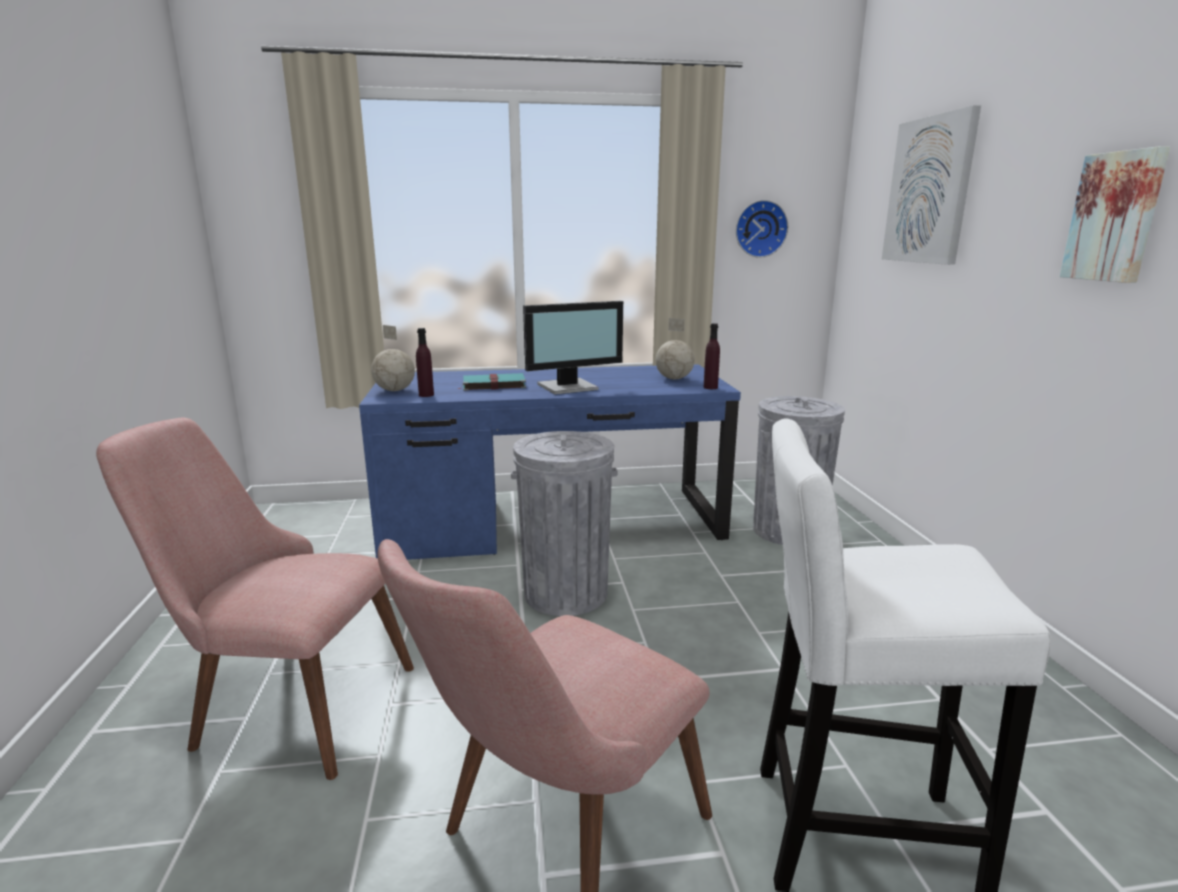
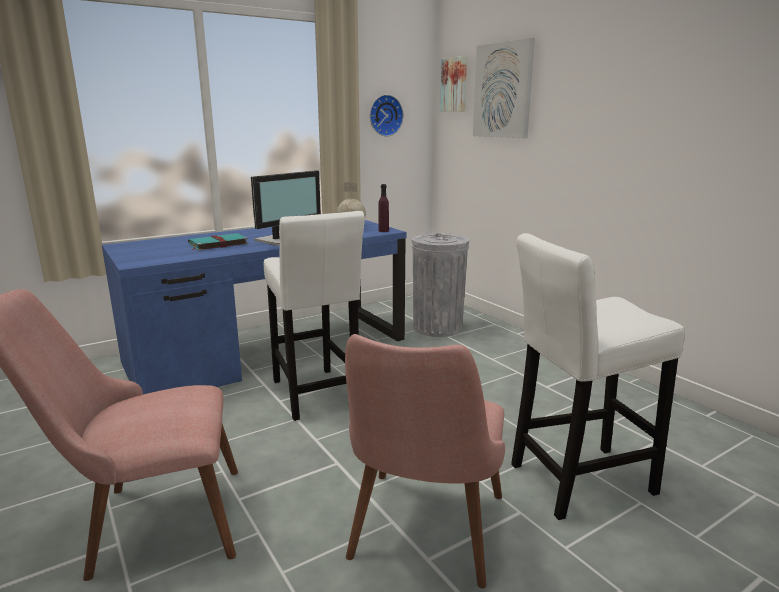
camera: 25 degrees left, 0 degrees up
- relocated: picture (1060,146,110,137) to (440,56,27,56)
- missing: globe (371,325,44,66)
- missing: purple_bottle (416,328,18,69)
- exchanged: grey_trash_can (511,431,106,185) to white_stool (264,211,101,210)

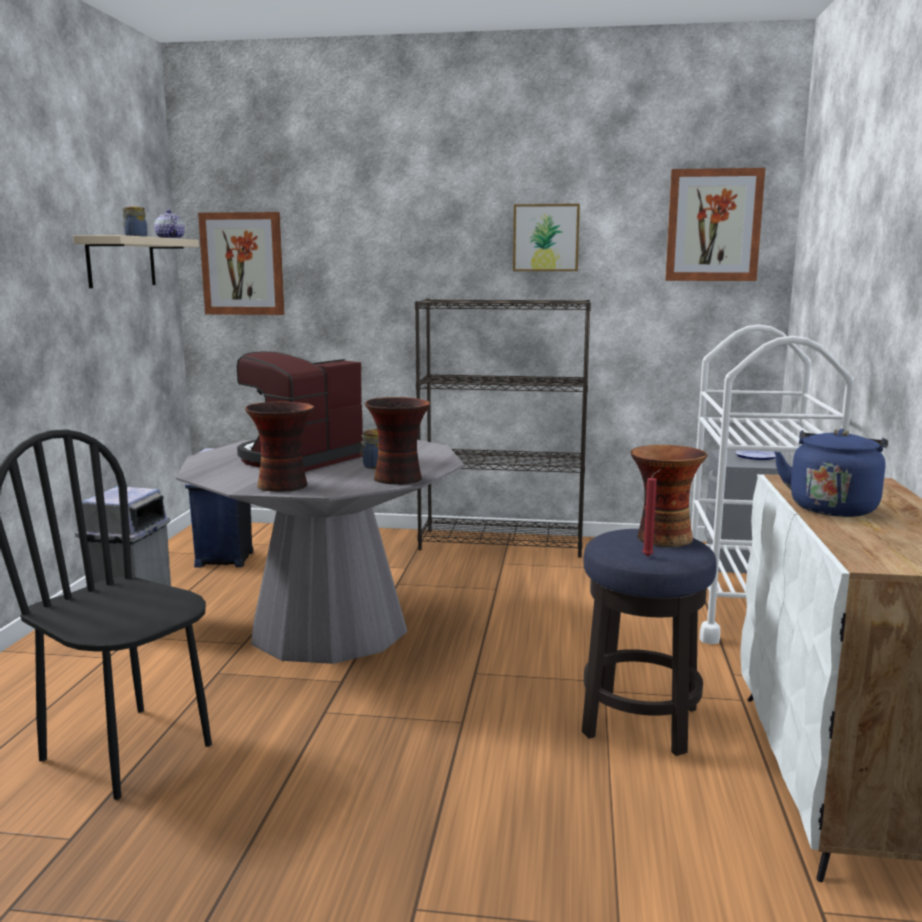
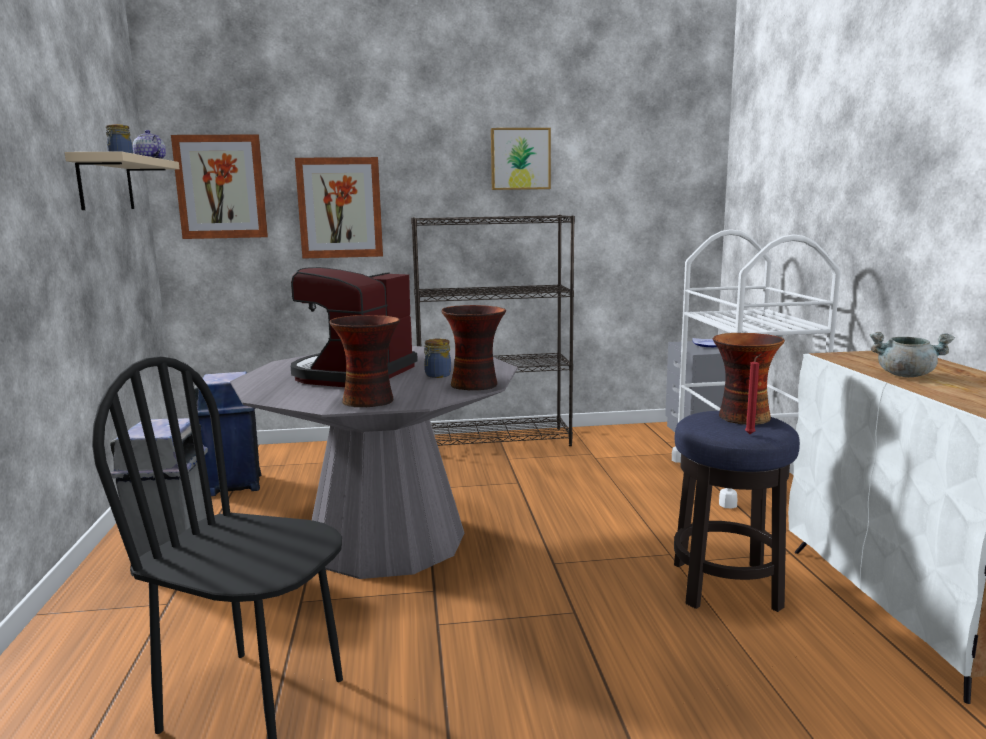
camera: 15 degrees left, 0 degrees up
- relocated: picture (665,168,100,113) to (295,157,88,102)
- exchanged: blue_kettle (774,429,114,88) to grey_cooking_pot (869,332,86,45)

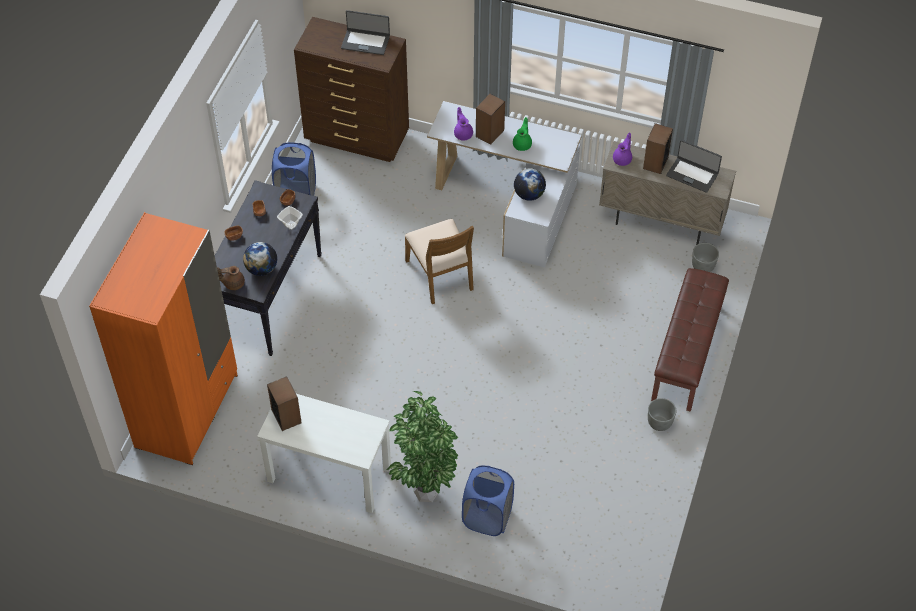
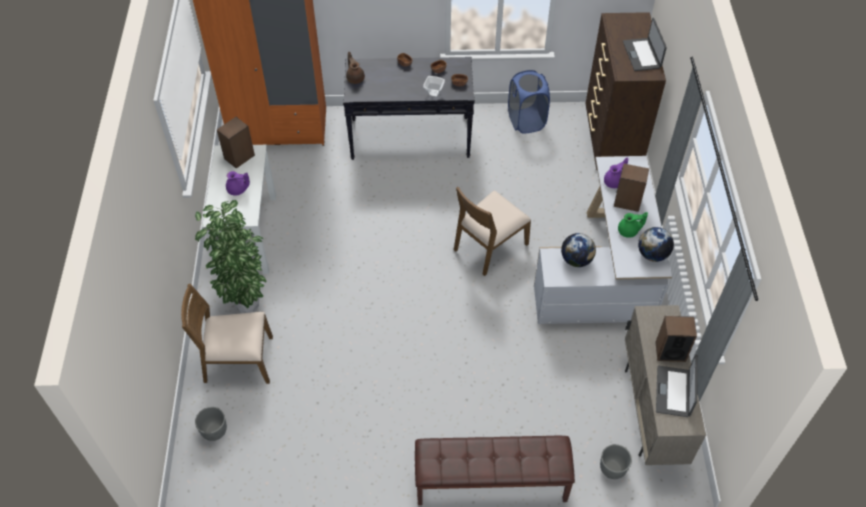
camera: 70 degrees right, 0 degrees up
- relocated: purple_teapot (613,132,19,34) to (226,171,24,25)
- relocated: globe (243,242,34,34) to (638,227,36,35)
- relocated: grey_planter (648,398,28,33) to (195,407,32,34)
- exchanged: blue_laundry_basket (462,465,52,71) to brown_chair (181,284,92,100)

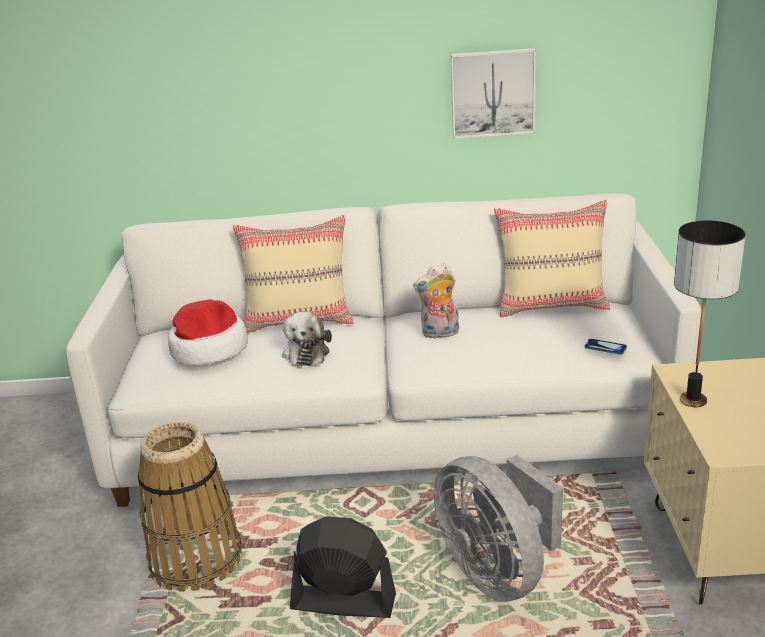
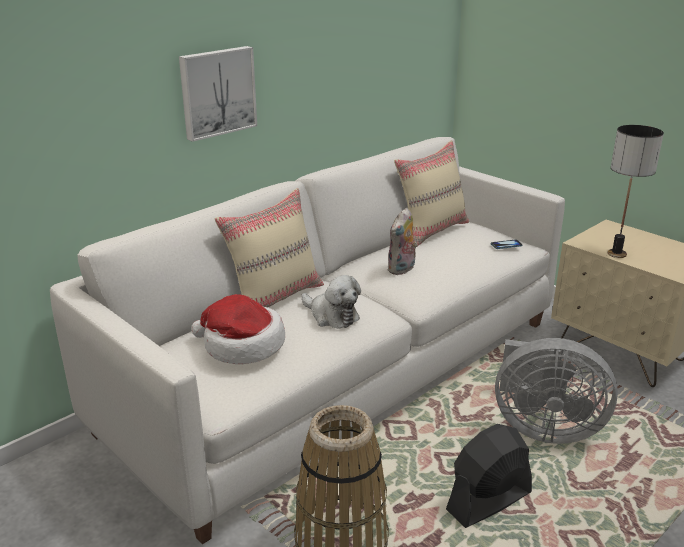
camera: 45 degrees left, 0 degrees up
- relocated: picture (450,48,86,91) to (179,46,78,96)

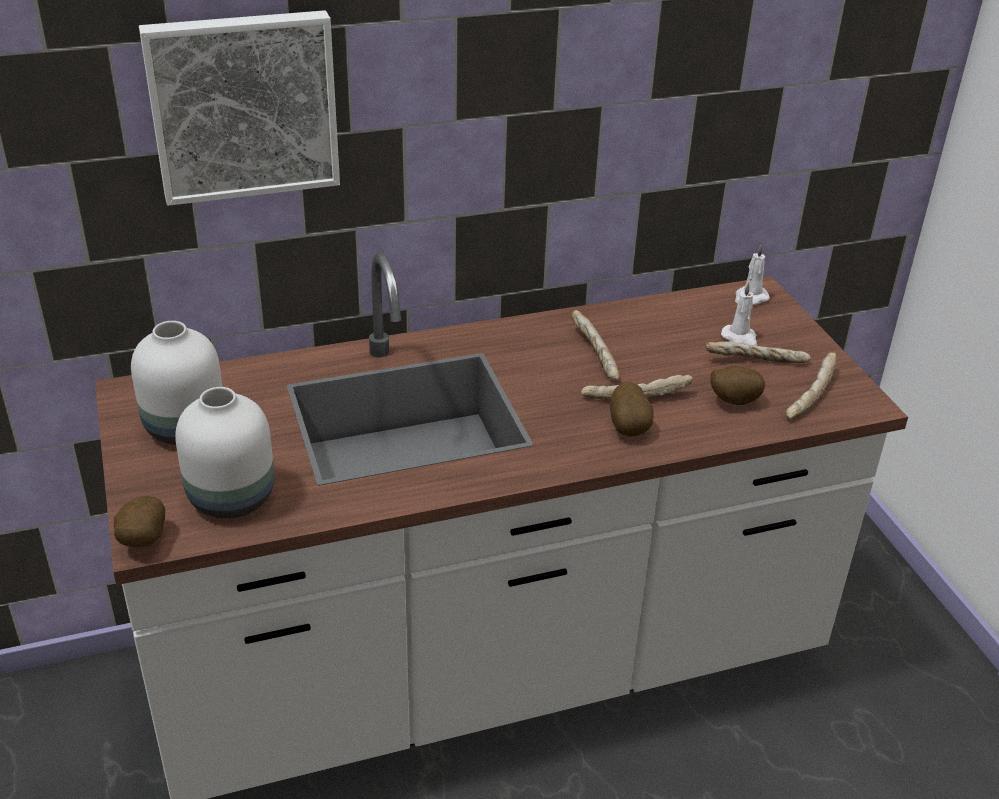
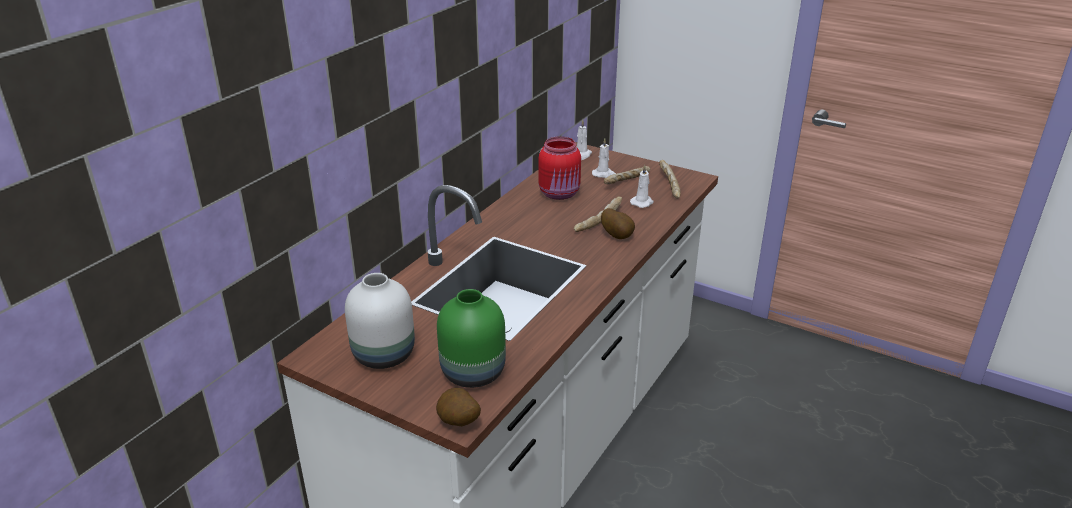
camera: 40 degrees left, 5 degrees down
- missing: picture (139,10,201,196)
- missing: bread (571,310,48,71)
- exchanged: potato (710,366,55,39) to white_candle (630,165,24,43)
- colour: white_vase (175,387,99,132) to green_vase (437,289,69,99)
- appeared: red_jar (538,136,43,64)

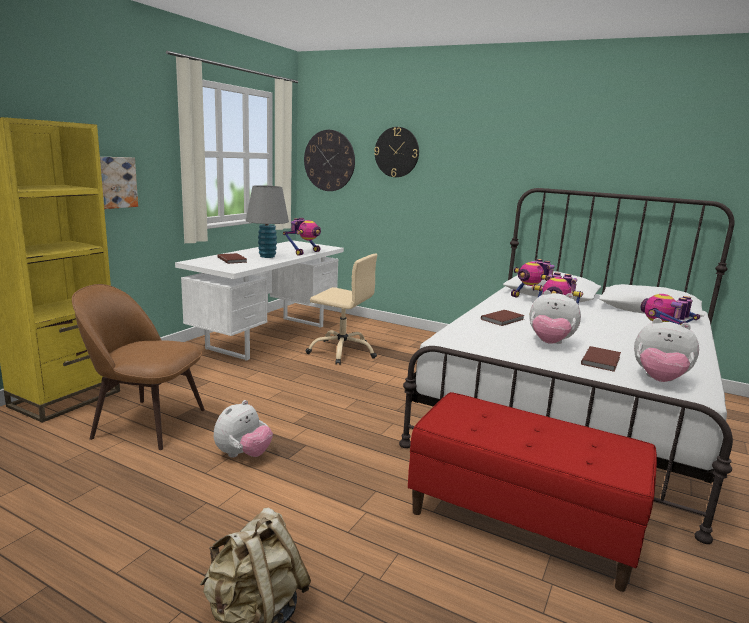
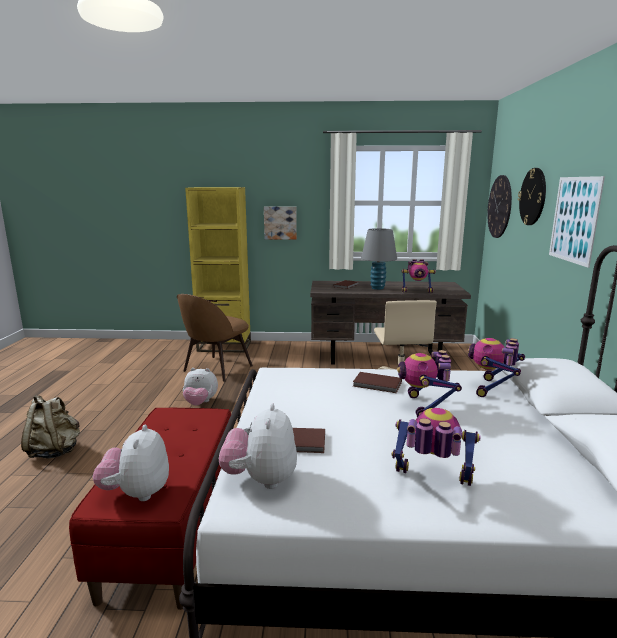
camera: 65 degrees right, 0 degrees up
- colour: white_desk (175,240,169,121) to brown_desk (310,281,161,83)
- spun: brown_chair (72,284,133,166) = (177,294,76,88) 135 degrees counterclockwise
- relocated: plush_toy (530,290,51,54) to (93,425,76,76)
- appeared: picture (549,176,56,92)

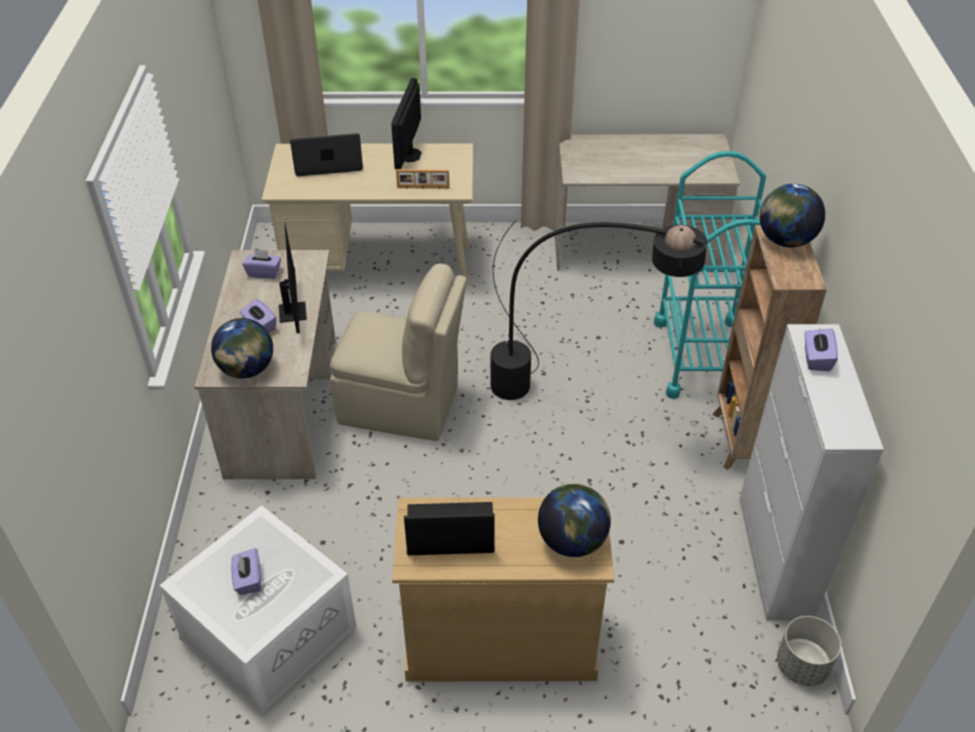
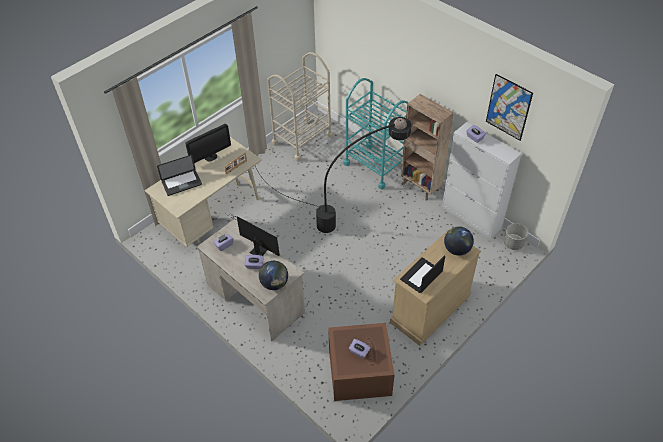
camera: 45 degrees left, 5 degrees up
- spun: monitor (391,78,31,92) = (185,124,46,39) 90 degrees counterclockwise
- spun: laptop (290,133,73,43) = (157,155,45,41) 150 degrees counterclockwise
- exchanged: beige_desk (554,134,186,137) to beige_cart (267,52,66,110)
- missing: globe (759,184,66,63)
- missing: beige_chair (330,263,137,178)
- colour: white_storage_box (160,505,196,209) to brown_storage_box (328,323,66,78)
- appeared: picture (486,74,47,67)

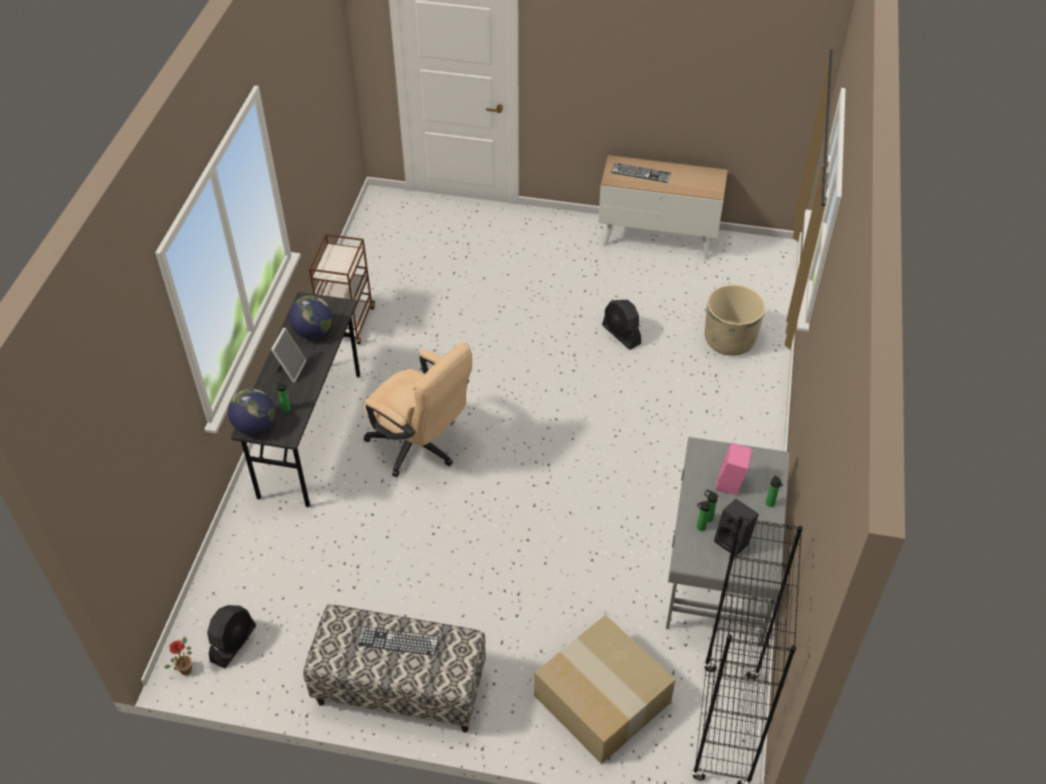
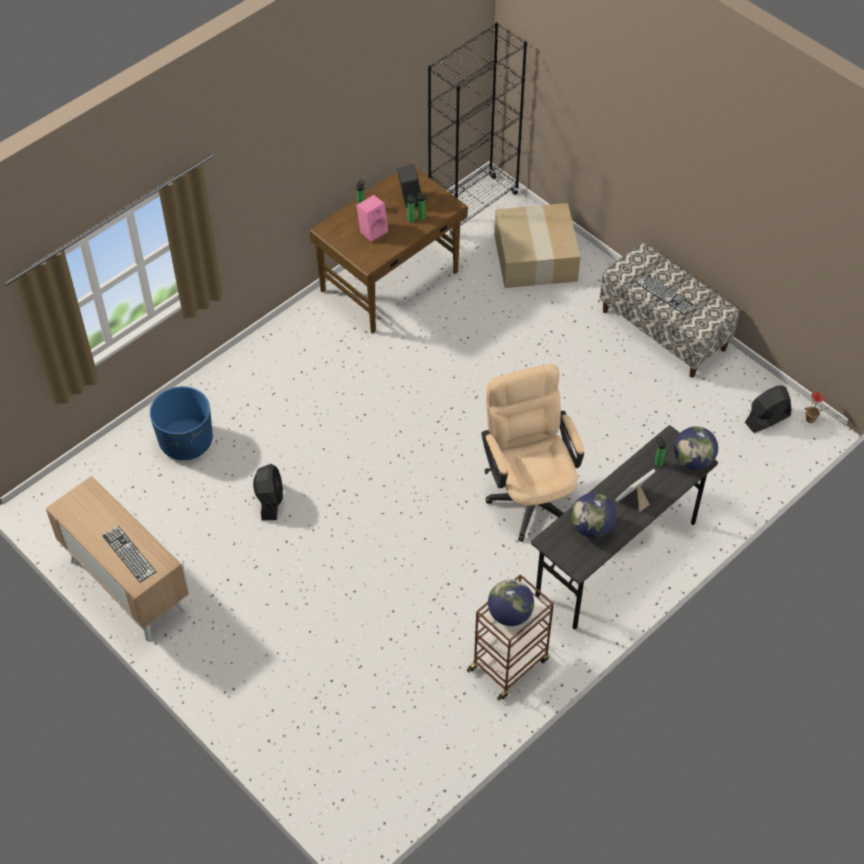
camera: 145 degrees left, 5 degrees up
- colour: beige_planter (705,284,60,72) to blue_planter (150,386,63,74)
- colour: grey_desk (666,437,124,208) to brown_desk (310,163,158,171)
- appeared: globe (488,579,46,47)

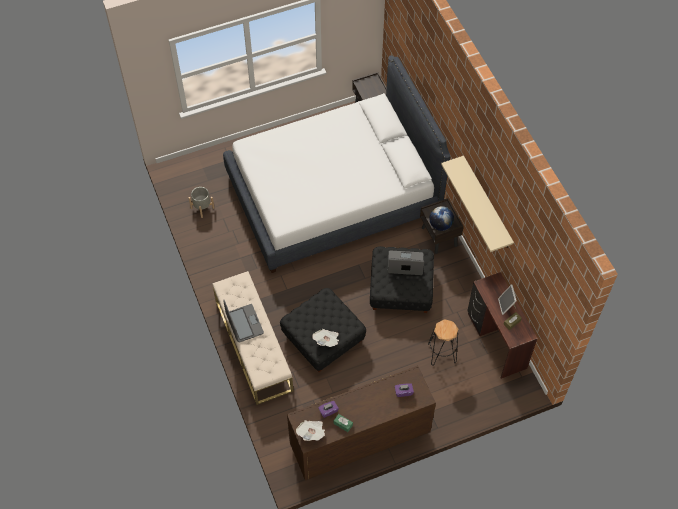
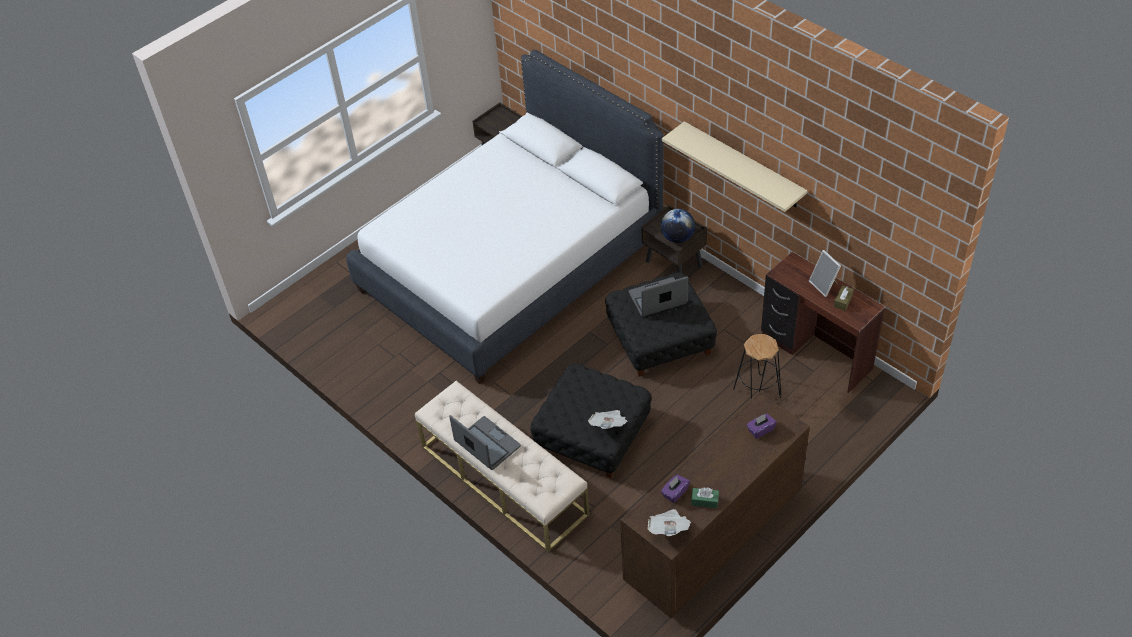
camera: 20 degrees left, 10 degrees down
- missing: grey_planter (189,187,25,31)

